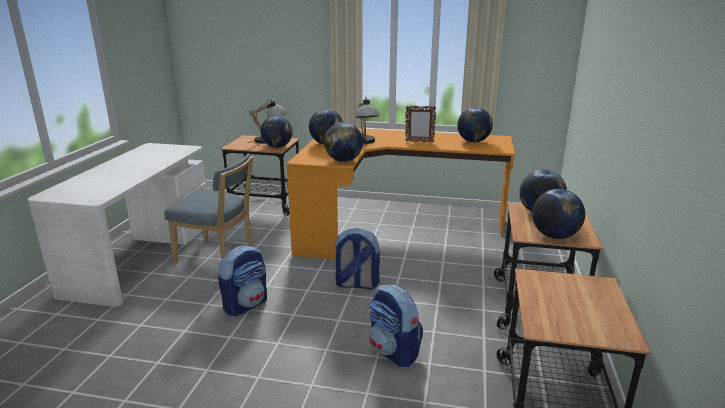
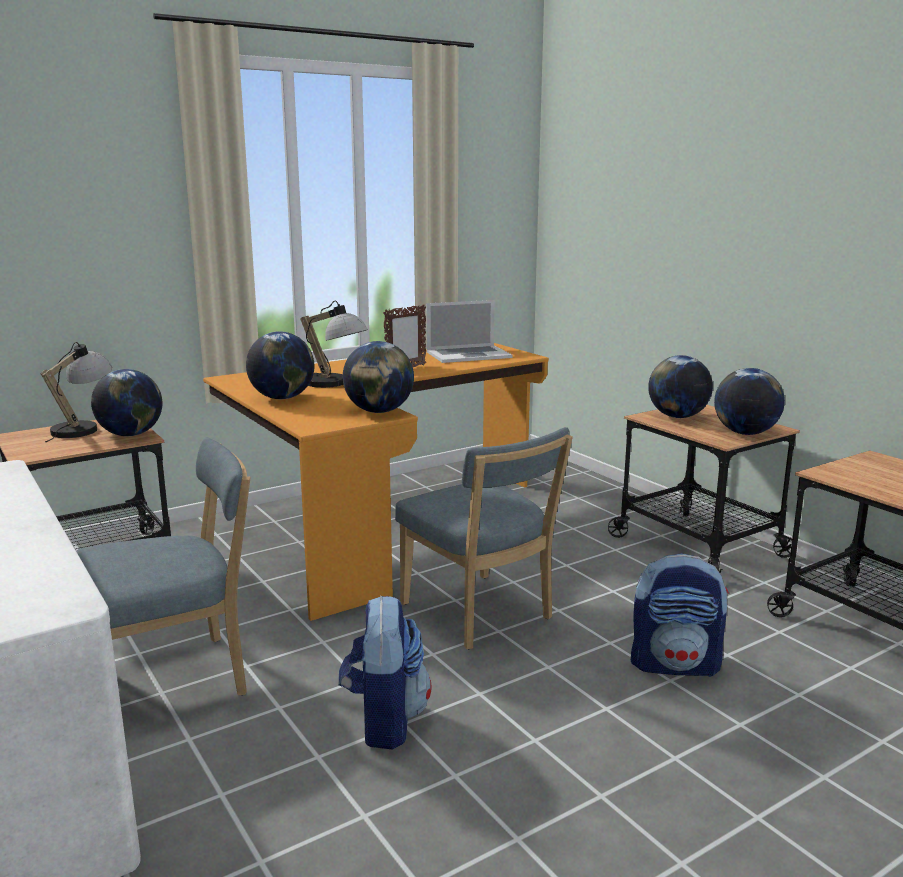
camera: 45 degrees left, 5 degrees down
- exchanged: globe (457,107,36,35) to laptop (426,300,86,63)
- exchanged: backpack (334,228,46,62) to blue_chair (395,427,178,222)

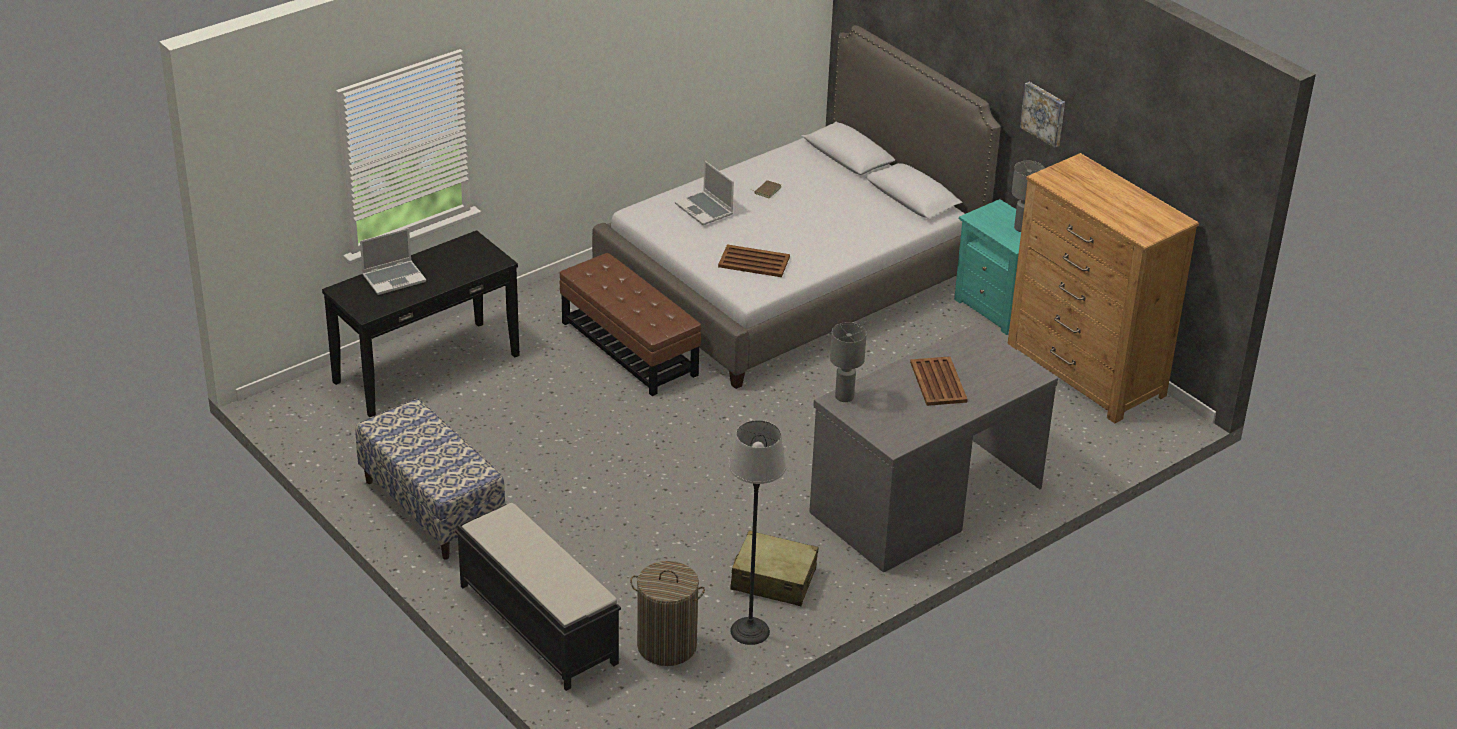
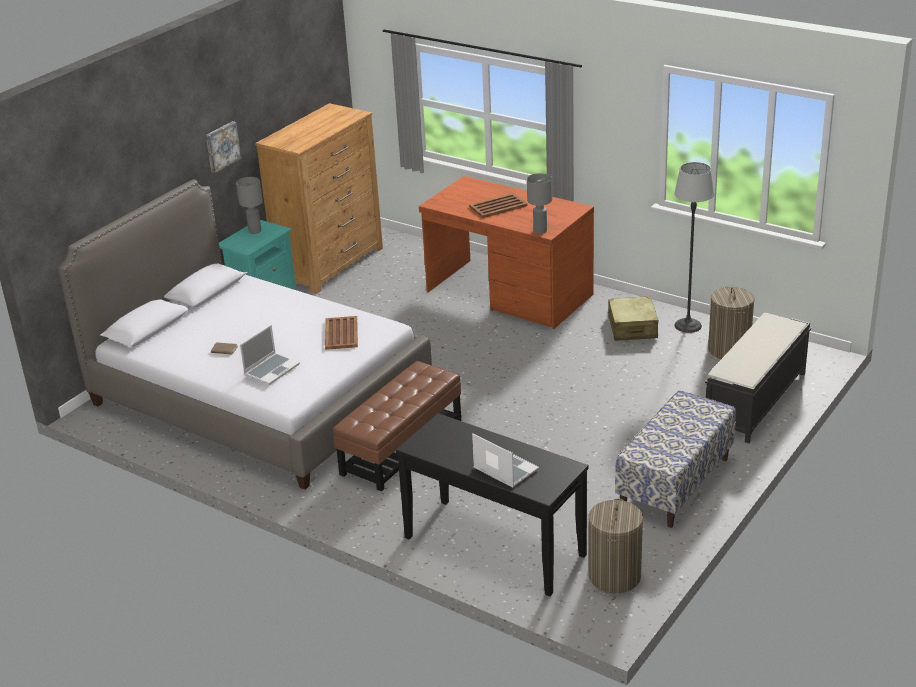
camera: 105 degrees left, 5 degrees down
- colour: grey_desk (809,323,249,249) to brown_desk (419,176,175,153)
- appeared: laundry_basket (588,498,55,95)

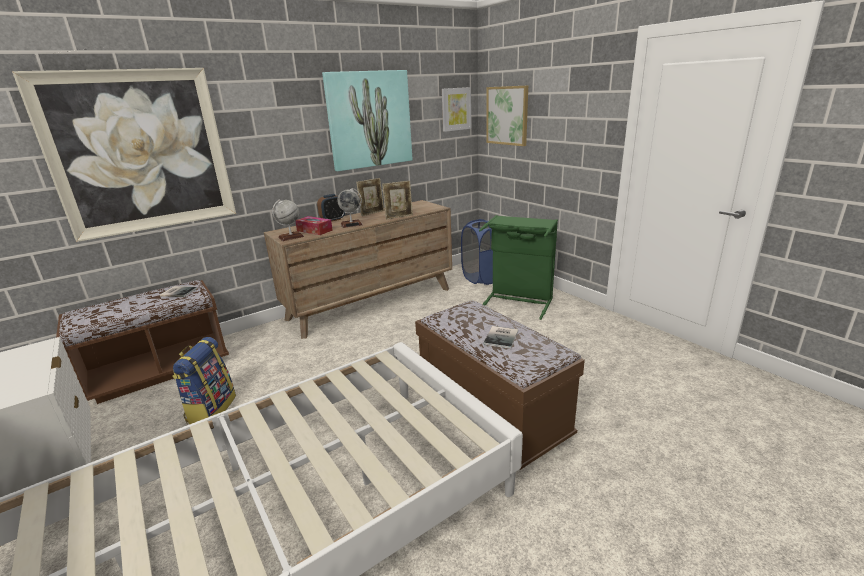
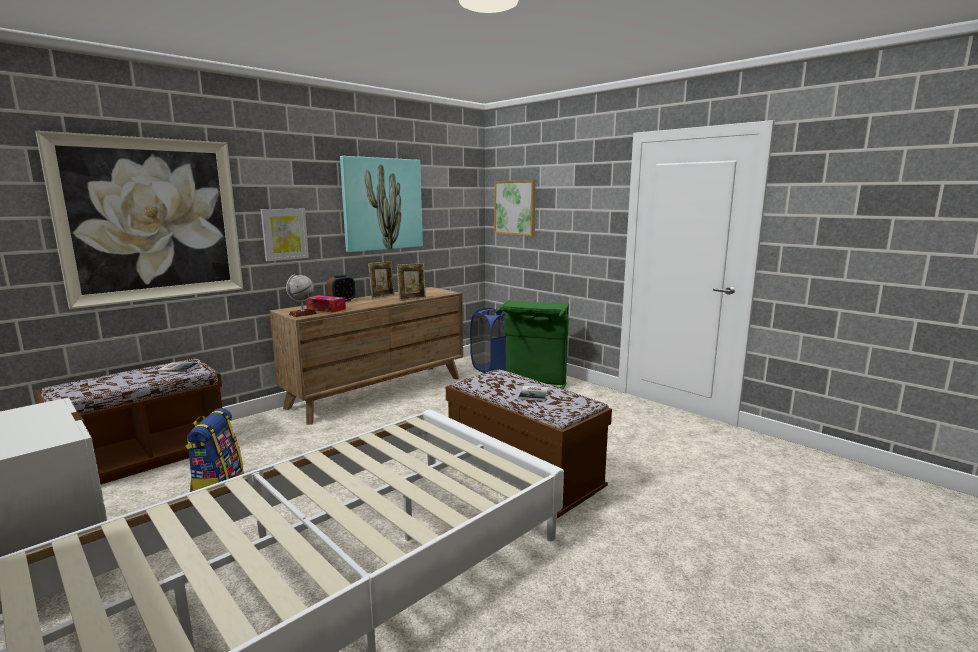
camera: 10 degrees left, 10 degrees down
- relocated: picture (442,87,29,45) to (261,209,48,52)
- missing: globe (337,188,26,40)

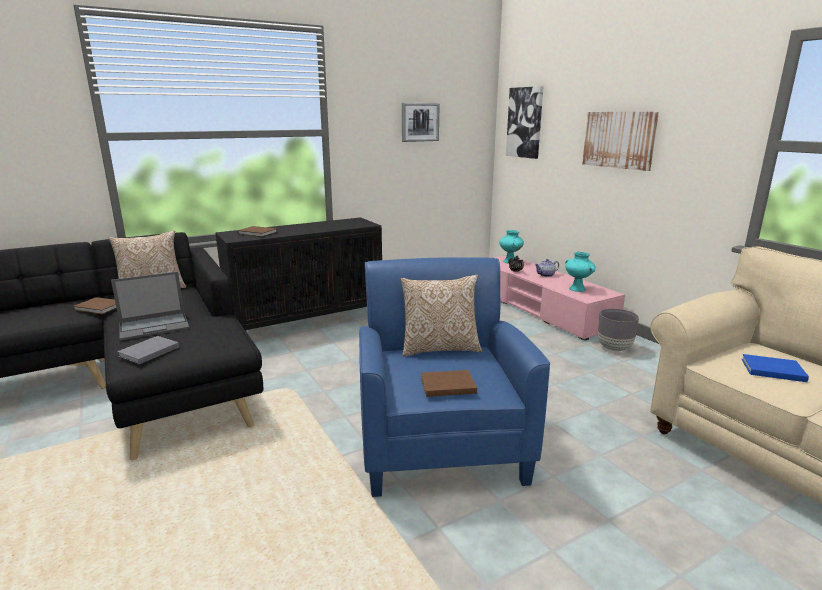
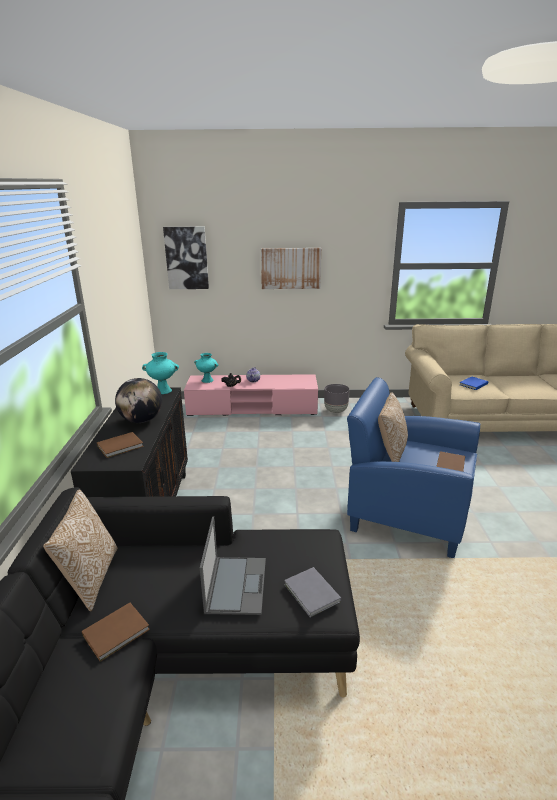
camera: 60 degrees left, 5 degrees up
- missing: picture (402,103,38,39)
- relocated: turquoise_vase (565,252,30,40) to (142,352,37,42)
- appeared: globe (115,378,47,45)

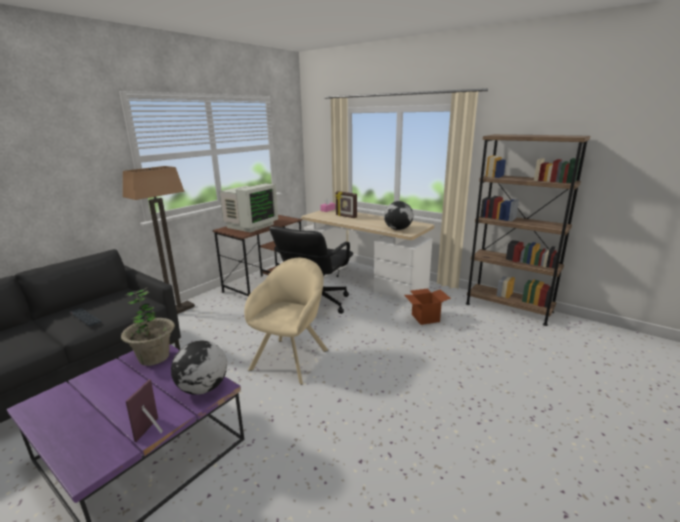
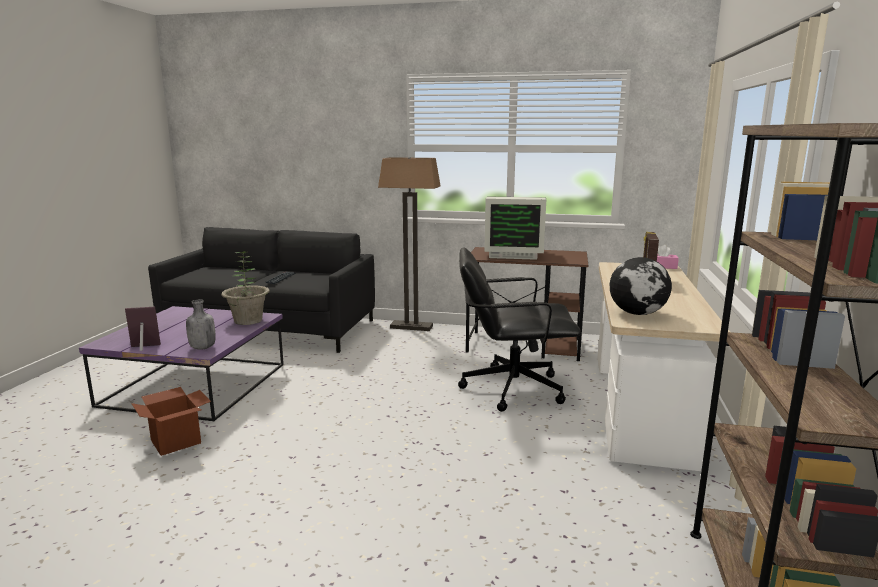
camera: 65 degrees right, 5 degrees down
- missing: beige_armchair (244,258,84,127)
- relocated: cardboard_box (404,288,47,37) to (131,387,80,69)
- exchanged: globe (171,341,56,54) to grey_bottle (186,299,30,51)

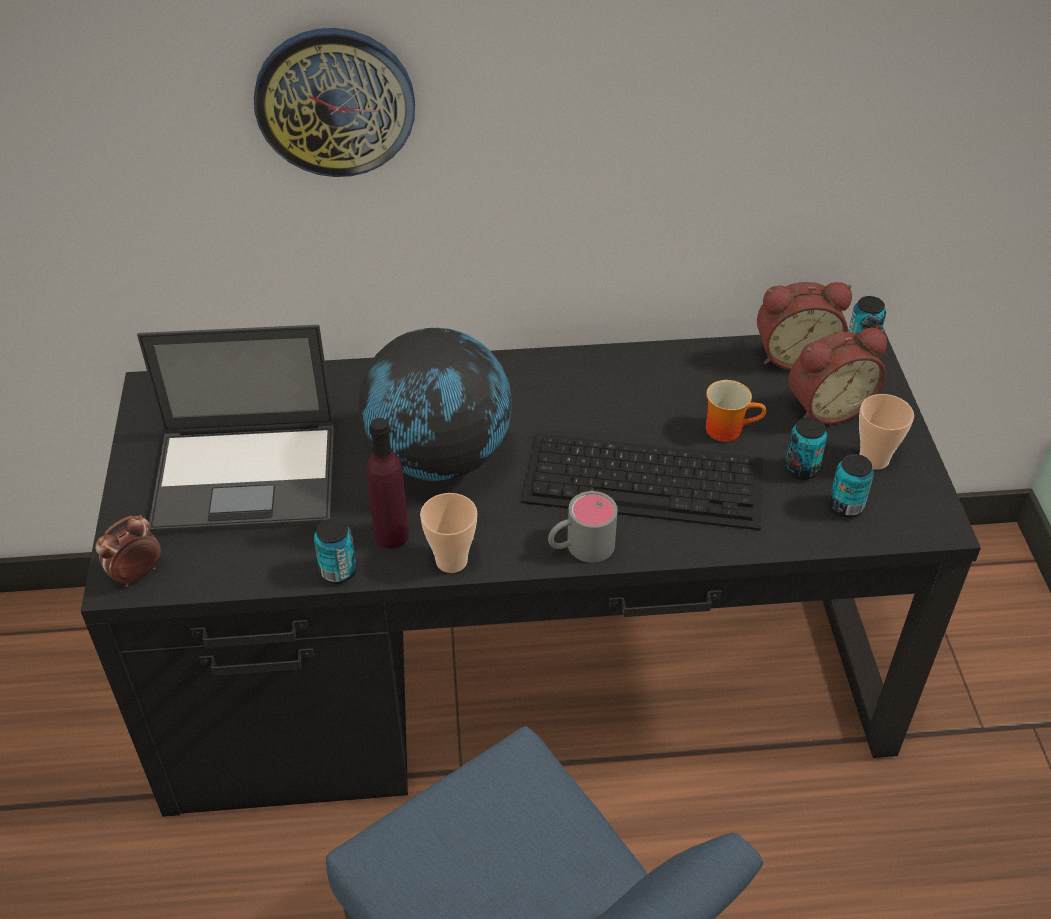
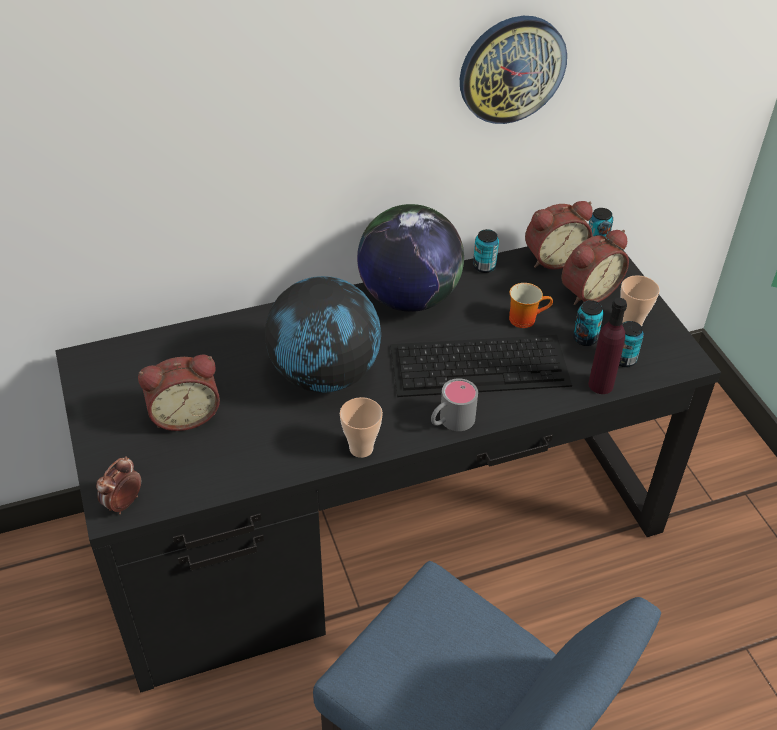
camera: 15 degrees left, 0 degrees up
- relocated: wall_clock (254,28,161,149) to (460,16,107,108)
- exchanged: laptop (137,325,197,210) to alarm_clock (138,355,82,76)
- relocated: purple_bottle (366,418,43,131) to (588,298,39,96)
- relocated: can (314,518,43,66) to (473,229,26,44)
- appeared: globe (357,204,107,108)

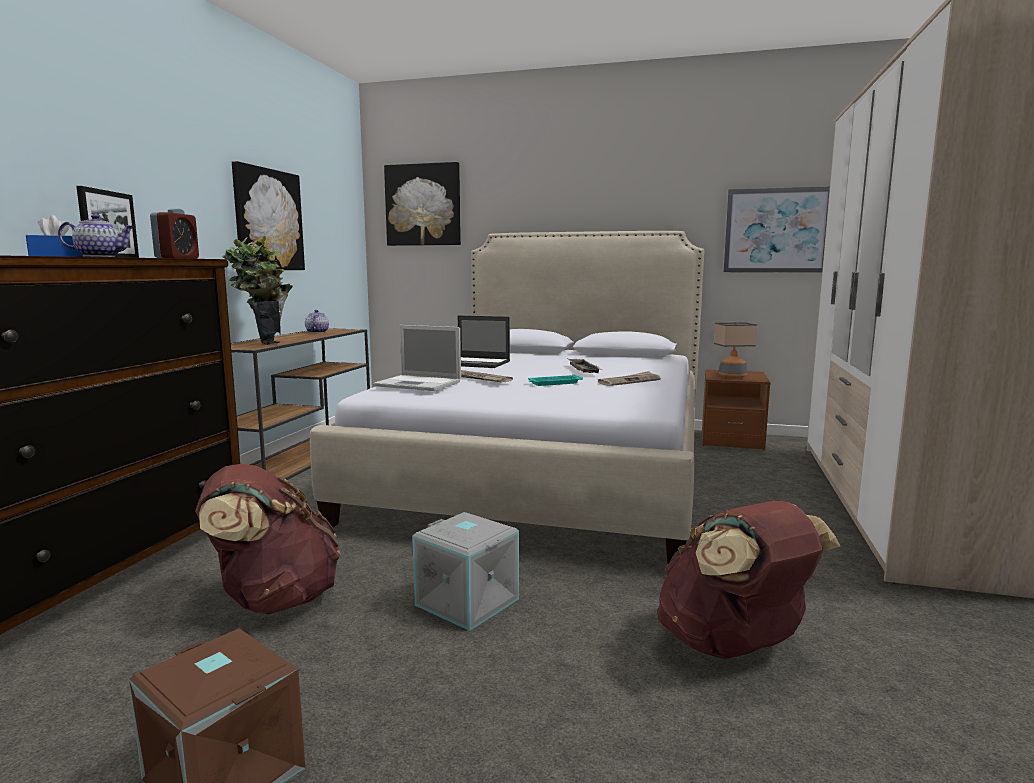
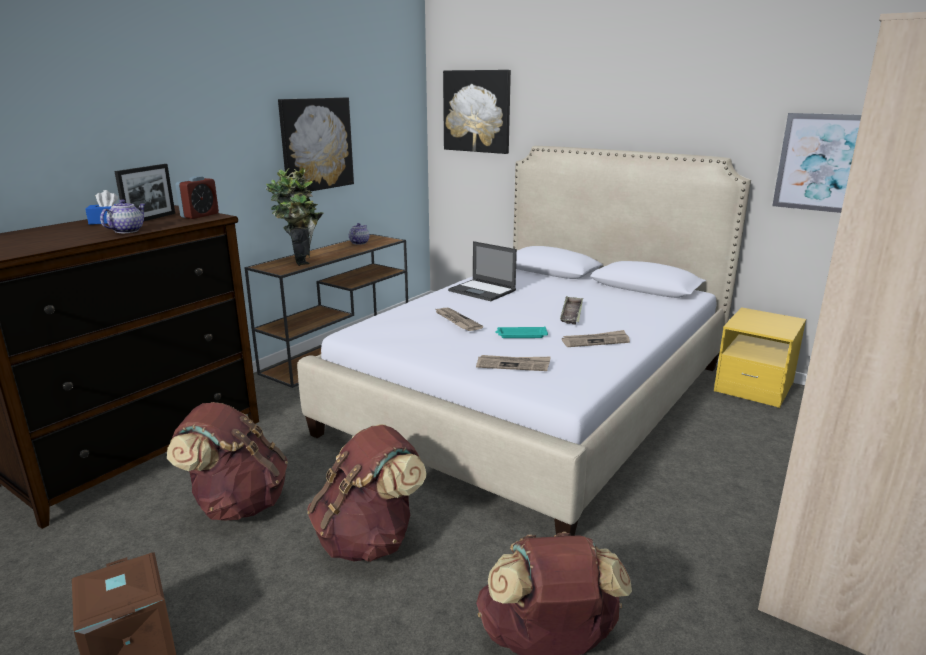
camera: 20 degrees right, 10 degrees up
- spun: teapot (58,214,76,43) = (100,199,45,34) 75 degrees counterclockwise
- missing: table_lamp (714,322,43,56)
- missing: laptop (373,325,88,66)
- colour: brown_nightstand (702,369,69,81) to yellow_nightstand (714,307,92,101)
- exchanged: grey_storage_box (412,512,107,119) to brown_backpack (307,424,120,138)
- appeared: newspaper (476,355,75,16)

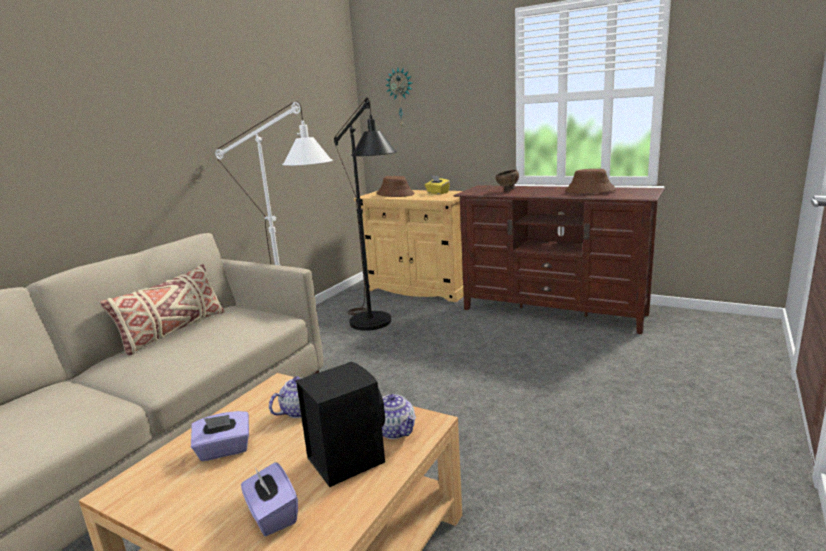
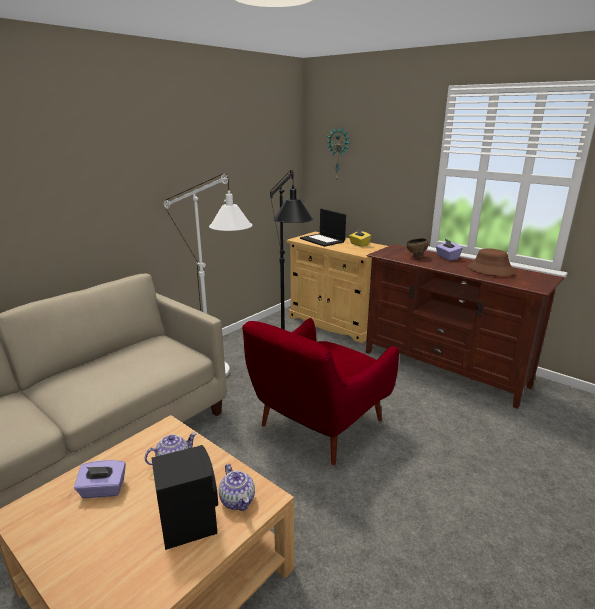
camera: 10 degrees right, 5 degrees up
- exchanged: brown_hat (376,176,39,21) to laptop (300,209,46,38)
- missing: beige_pillow (100,264,125,91)
- relocated: purple_tissue_box (241,462,57,74) to (436,239,27,21)
- appeared: red_armchair (242,318,157,147)

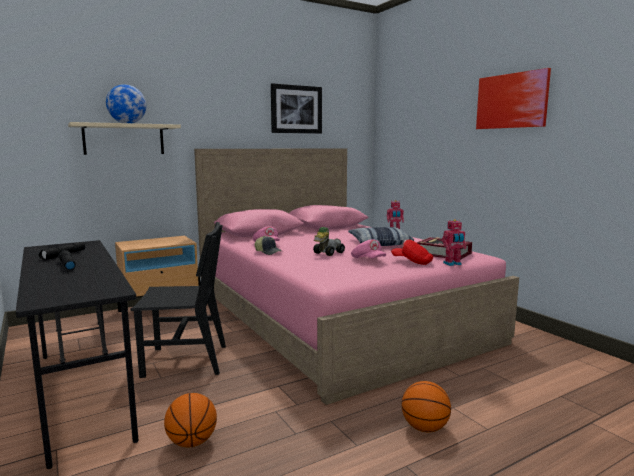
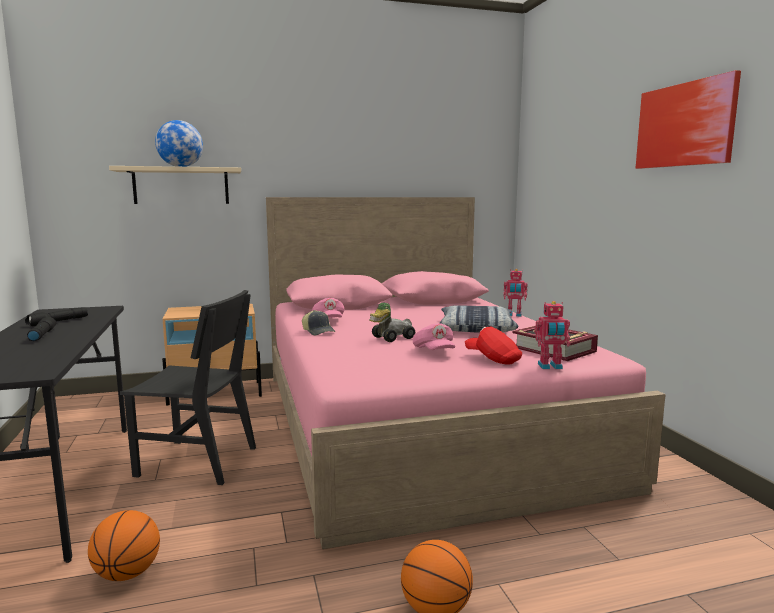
camera: 15 degrees right, 0 degrees up
- missing: picture (271,83,51,51)

